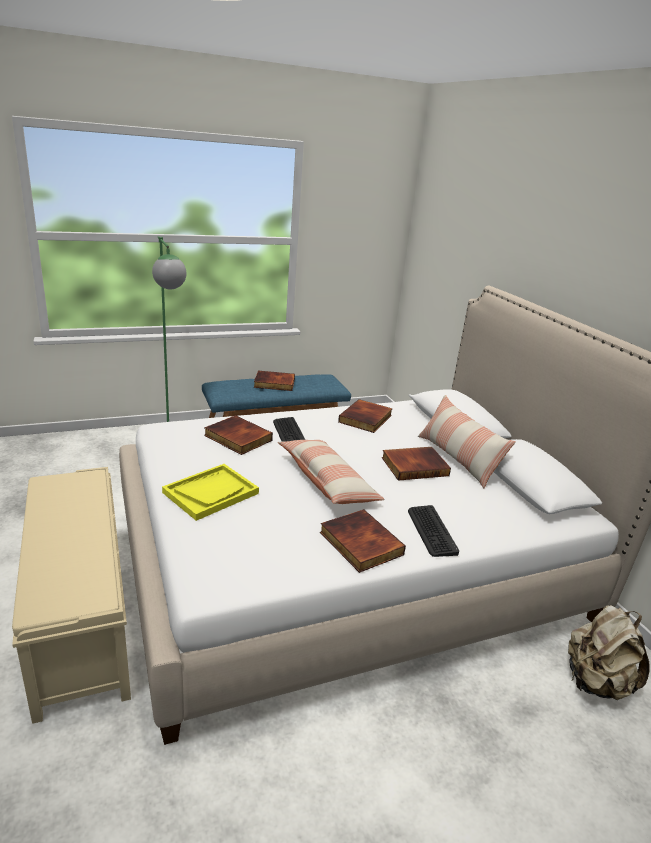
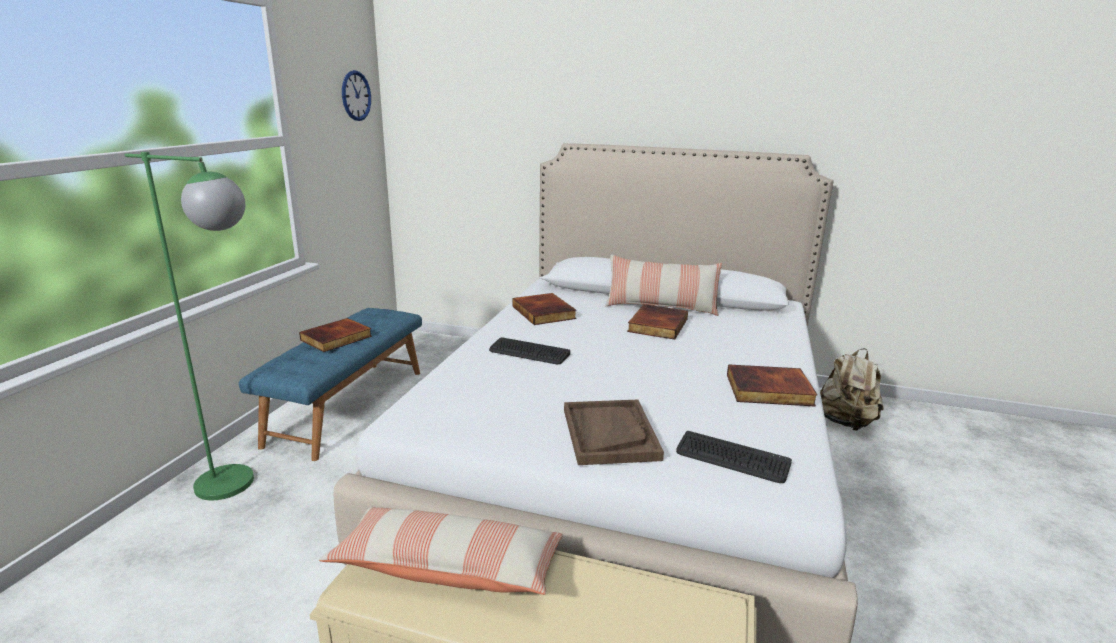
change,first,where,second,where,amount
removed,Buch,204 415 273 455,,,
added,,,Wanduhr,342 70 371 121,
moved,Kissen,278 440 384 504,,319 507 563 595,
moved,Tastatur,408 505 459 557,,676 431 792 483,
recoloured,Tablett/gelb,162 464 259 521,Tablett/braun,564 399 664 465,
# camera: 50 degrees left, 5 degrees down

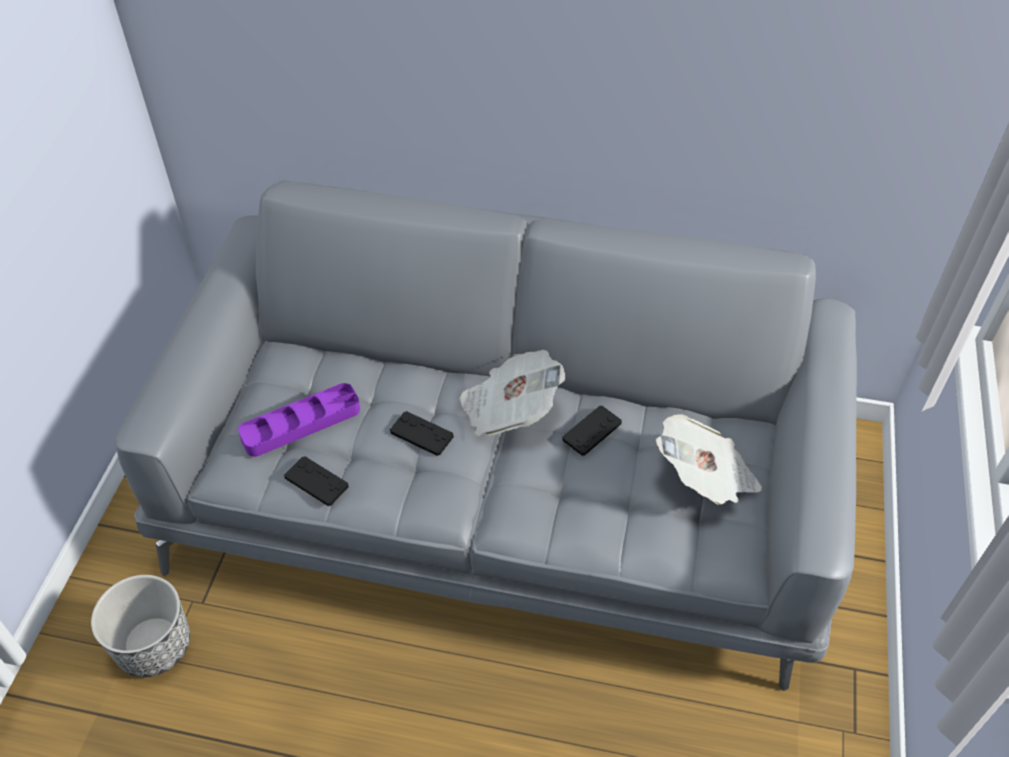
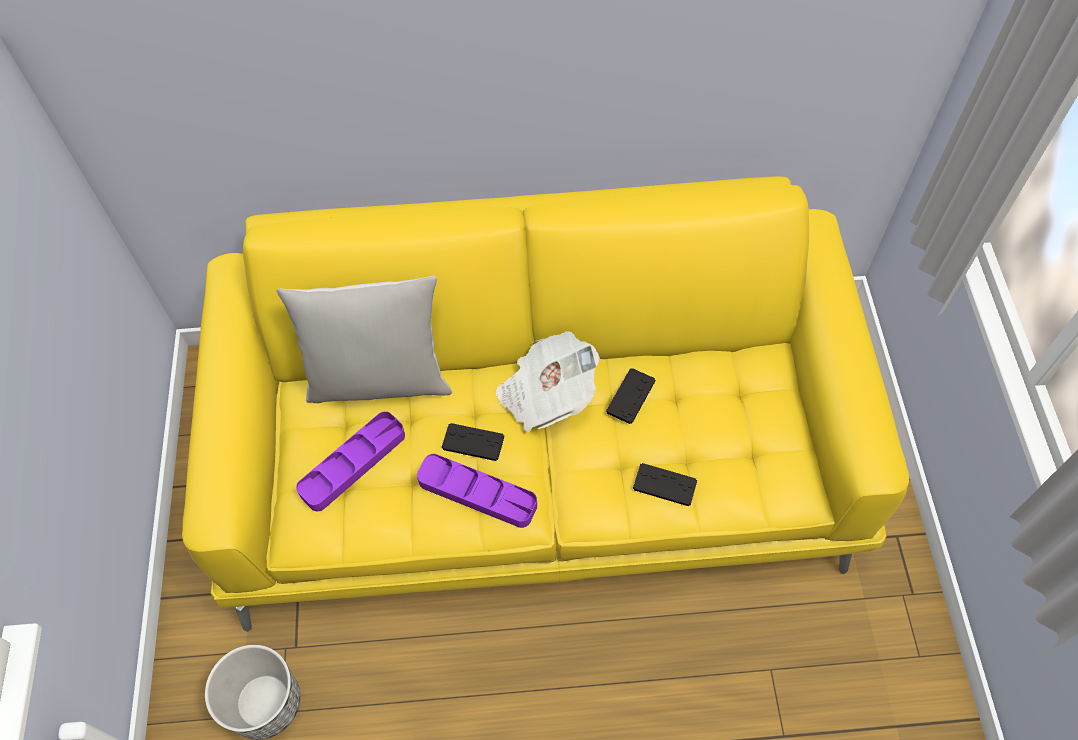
change,first,where,second,where,amount
removed,Zeitung,656 414 762 505,,,
added,,,Kissen/grau,276 276 452 403,
added,,,Tablett/lila,417 454 537 528,
moved,Gamepad/schwarz,284 456 349 506,,633 463 697 506,
recoloured,Sofa/grau,115 181 857 691,Sofa/gelb,182 176 909 632,
# camera: 15 degrees left, 10 degrees up

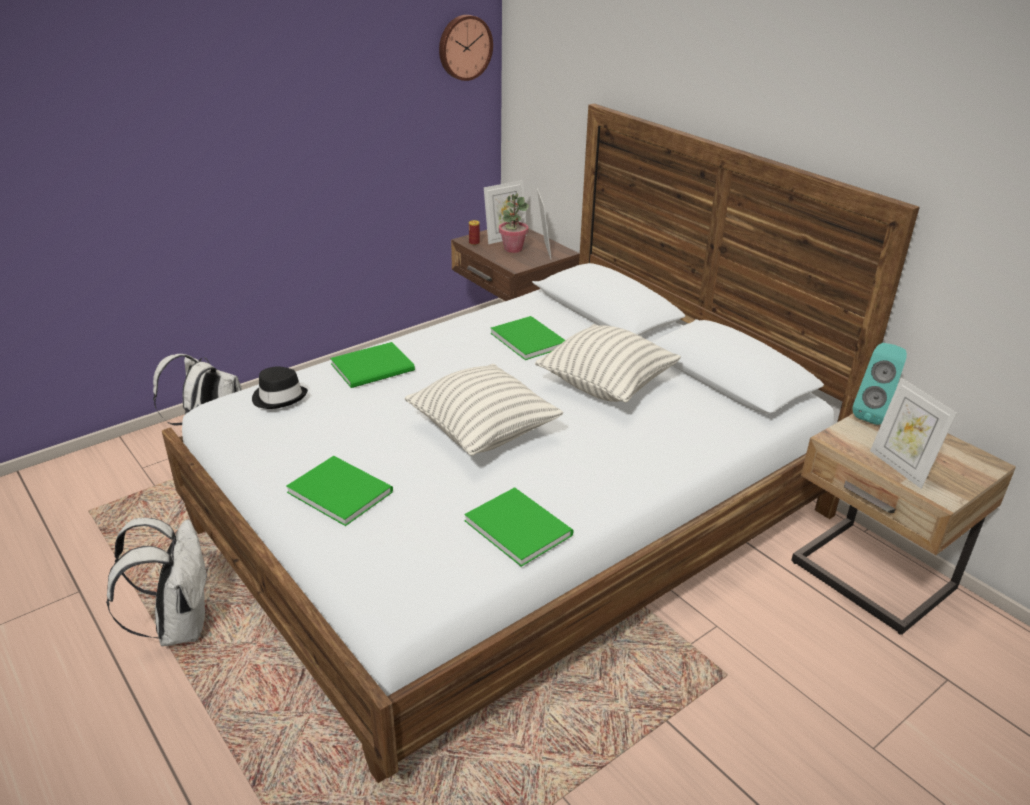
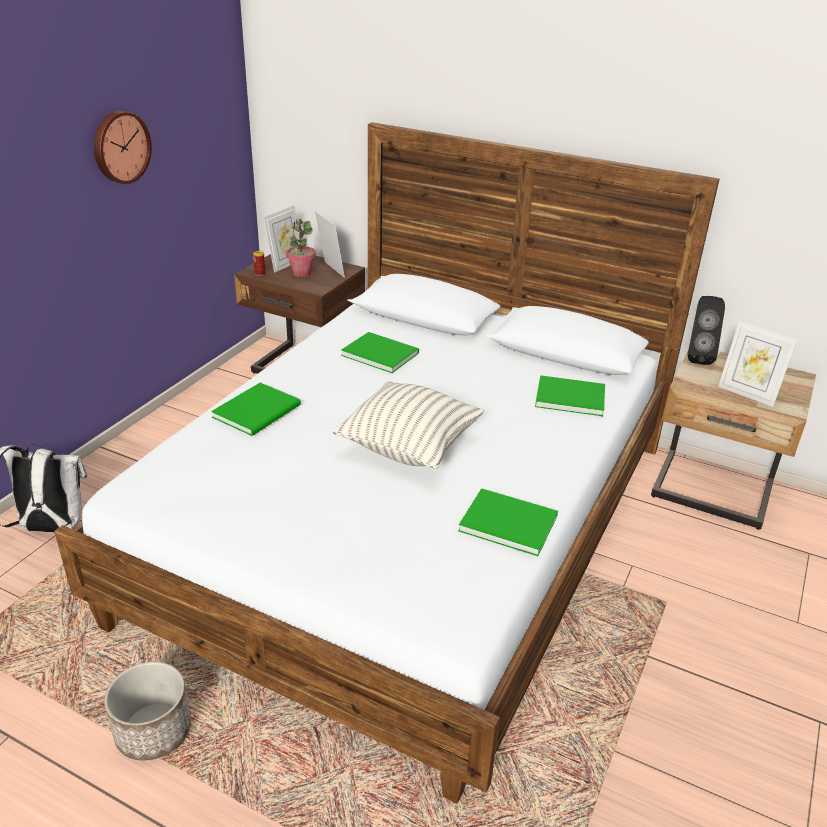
change,first,where,second,where,amount
removed,Hut/schwarz,252 366 308 409,,,
removed,Kissen,535 324 681 402,,,
moved,Buch/grün,286 456 393 526,,535 375 605 416,
moved,Wanduhr,439 15 493 81,,94 111 152 184,
replaced,Rucksack/weiß,106 518 209 646,Pflanzkübel,104 662 191 760,
recoloured,Lautsprecher/türkis,852 343 907 425,Lautsprecher/schwarz,688 296 725 365,
# camera: 25 degrees left, 0 degrees up

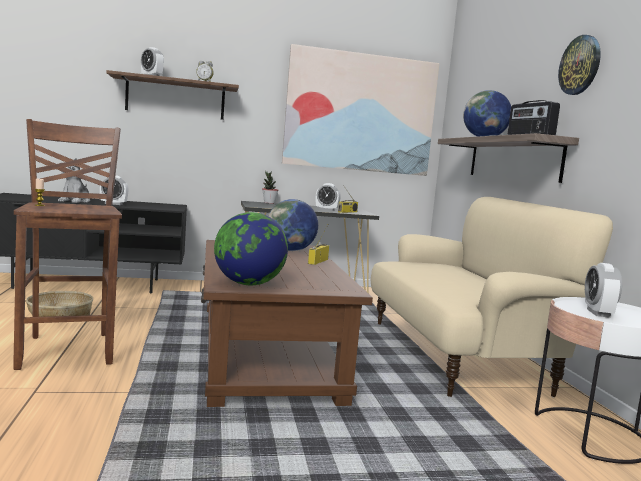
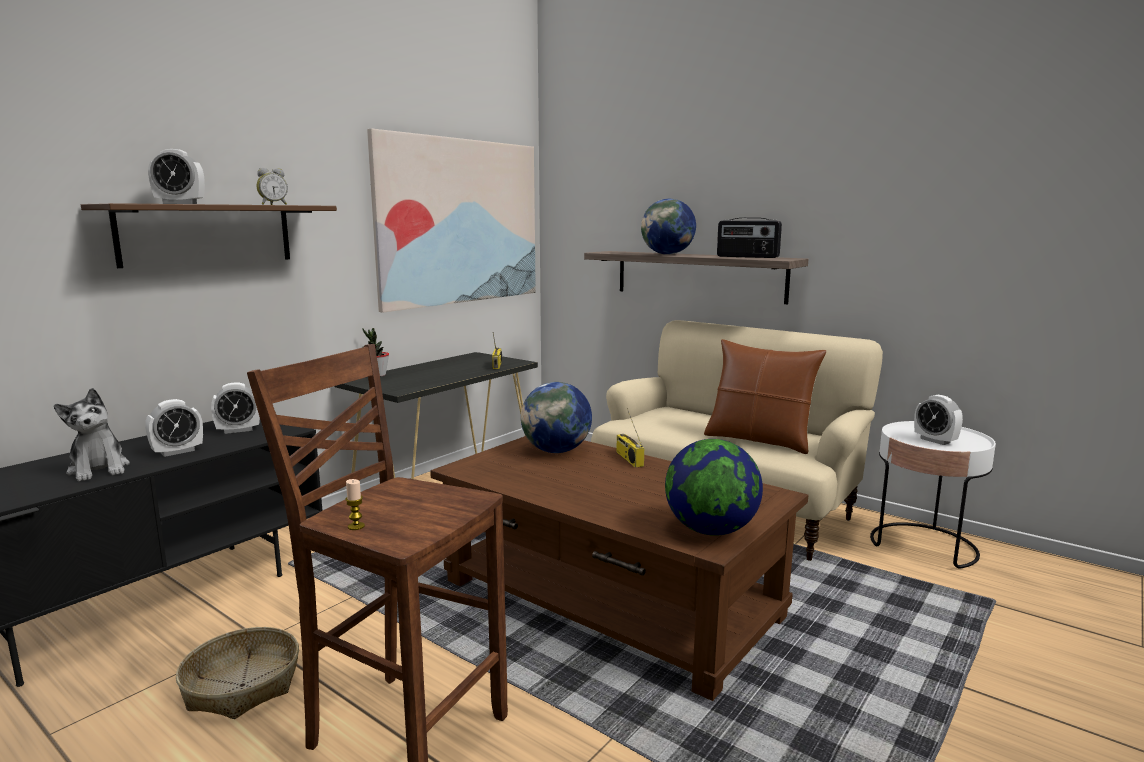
change,first,where,second,where,amount
removed,Wanduhr,558 35 601 95,,,
added,,,Kissen/braun,704 339 826 454,
moved,Wecker,316 183 341 211,,211 382 260 434,
# camera: 40 degrees left, 5 degrees up

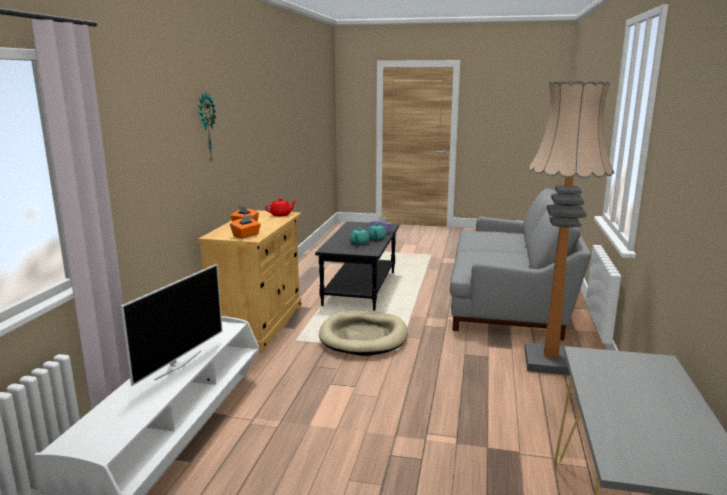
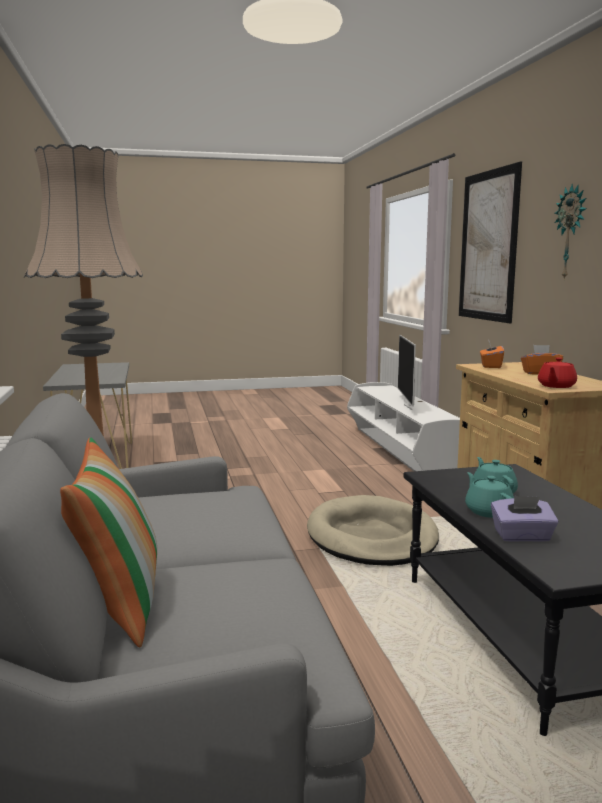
change,first,where,second,where,amount
added,,,Kissen,60 437 157 648,
added,,,Bild,459 161 522 324,
# camera: 155 degrees right, 5 degrees down

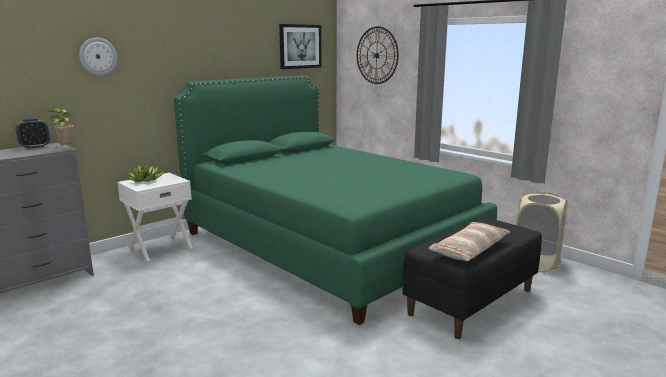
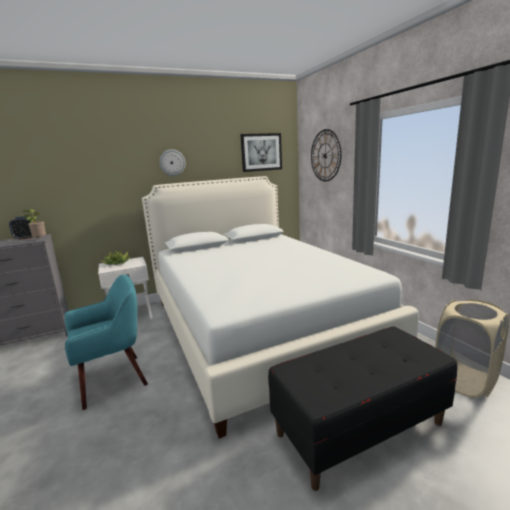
change,first,where,second,where,amount
removed,Kissen,429 222 510 261,,,
added,,,Sessel/türkis,64 275 148 410,
moved,Wanduhr,79 38 118 76,,159 149 186 176,
recoloured,Bett/grün,174 75 497 325,Bett/weiß,142 176 419 438,
# camera: 20 degrees right, 0 degrees up

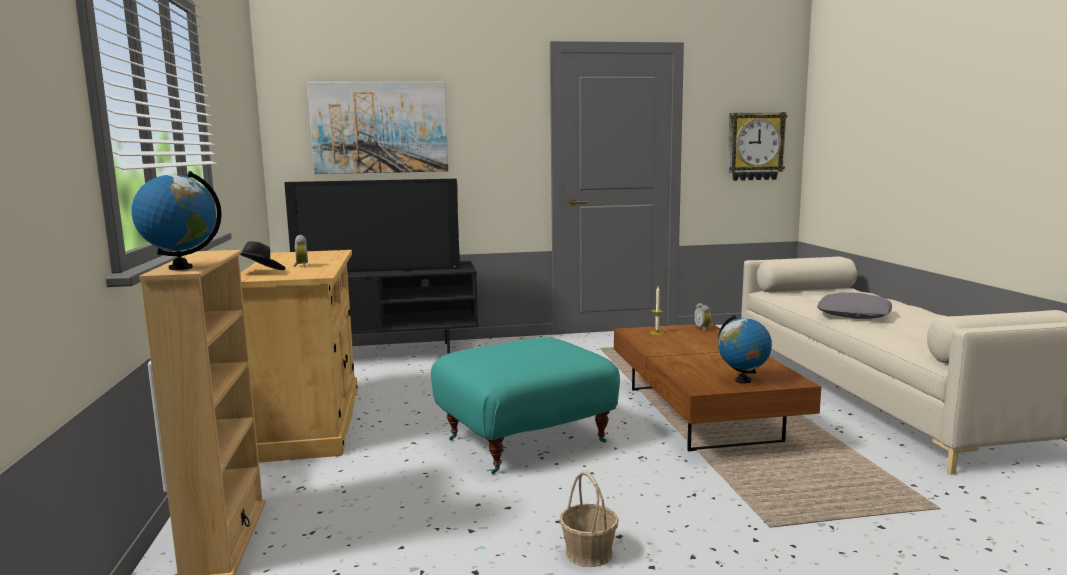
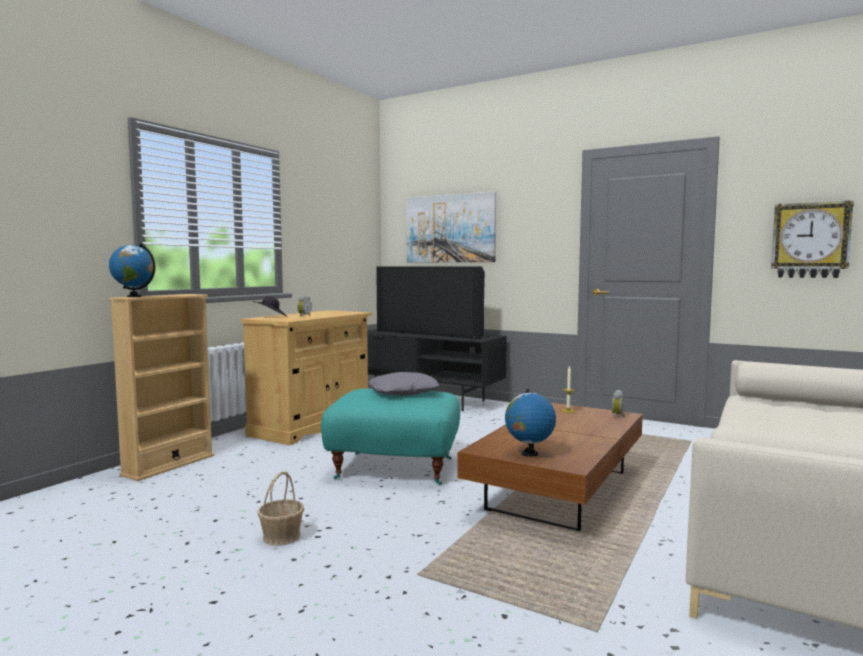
change,first,where,second,where,amount
moved,Kissen/grau,817 292 892 319,,369 372 439 396,
# camera: 40 degrees right, 5 degrees down

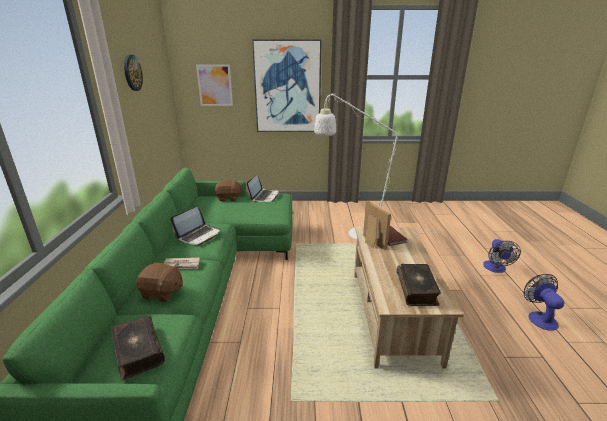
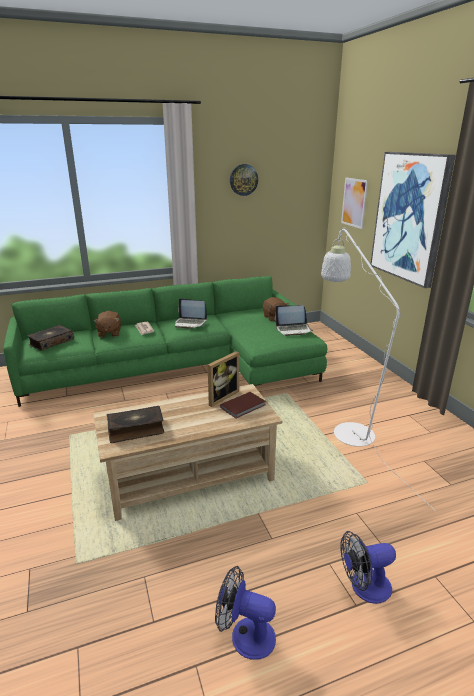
change,first,where,second,where,amount
turned,Ventilator,524 274 564 331,,215 566 276 660,135 degrees counterclockwise
# camera: 70 degrees right, 0 degrees up

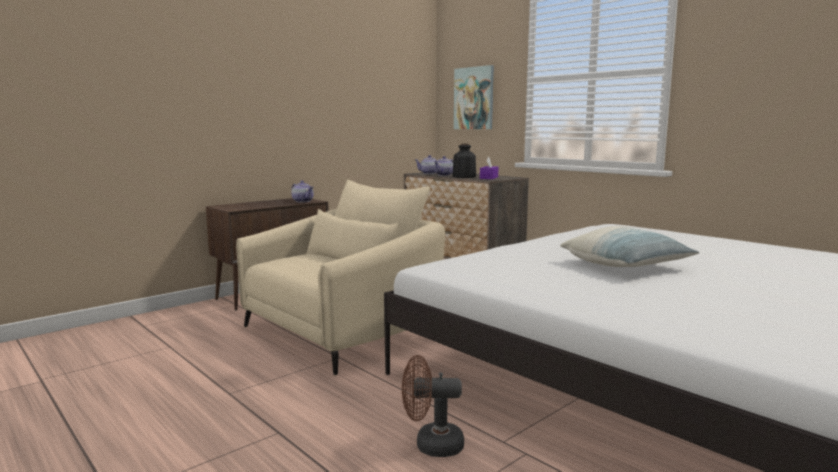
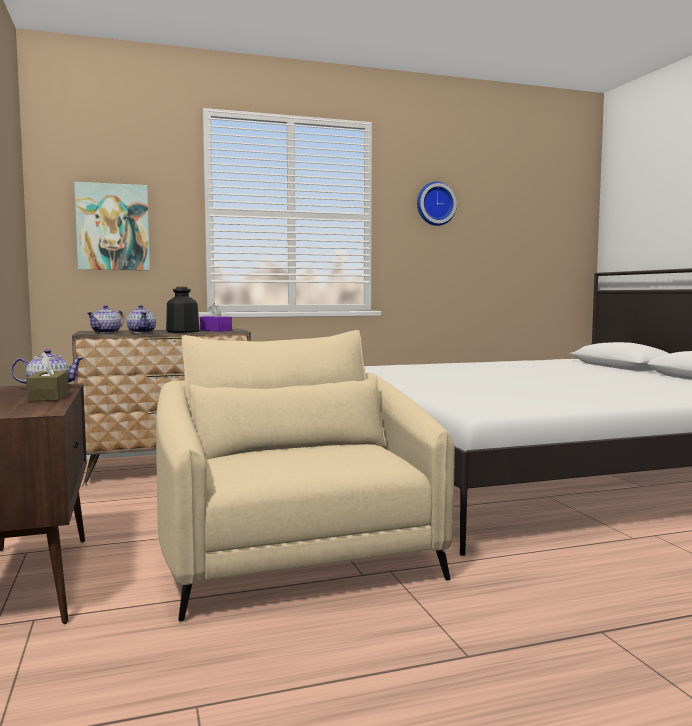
change,first,where,second,where,amount
removed,Ventilator/braun,402 355 464 457,,,
removed,Kissen,560 226 699 267,,,
added,,,Taschentuchbox/braun,26 352 68 402,
added,,,Wanduhr,417 182 457 226,
# camera: 65 degrees left, 5 degrees down

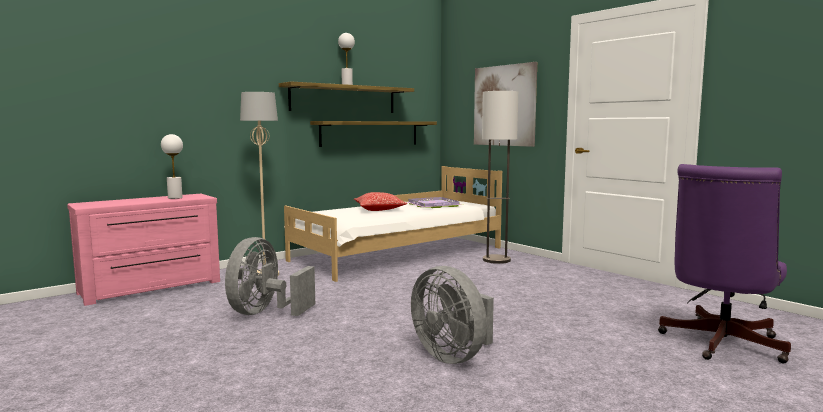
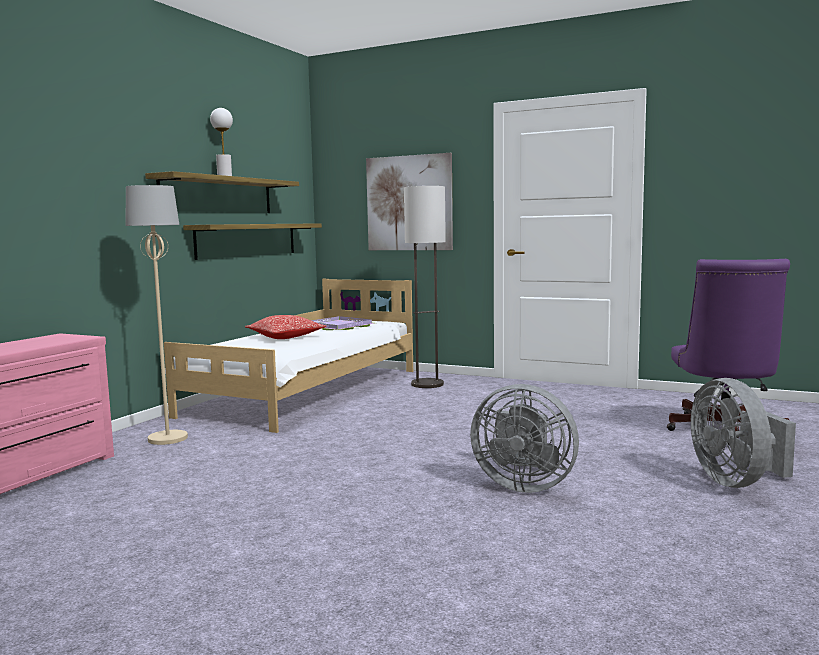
change,first,where,second,where,amount
removed,Tischlampe/weiß,161 134 183 199,,,
moved,Ventilator/grau,225 237 315 316,,691 378 796 488,
# camera: 25 degrees left, 0 degrees up

